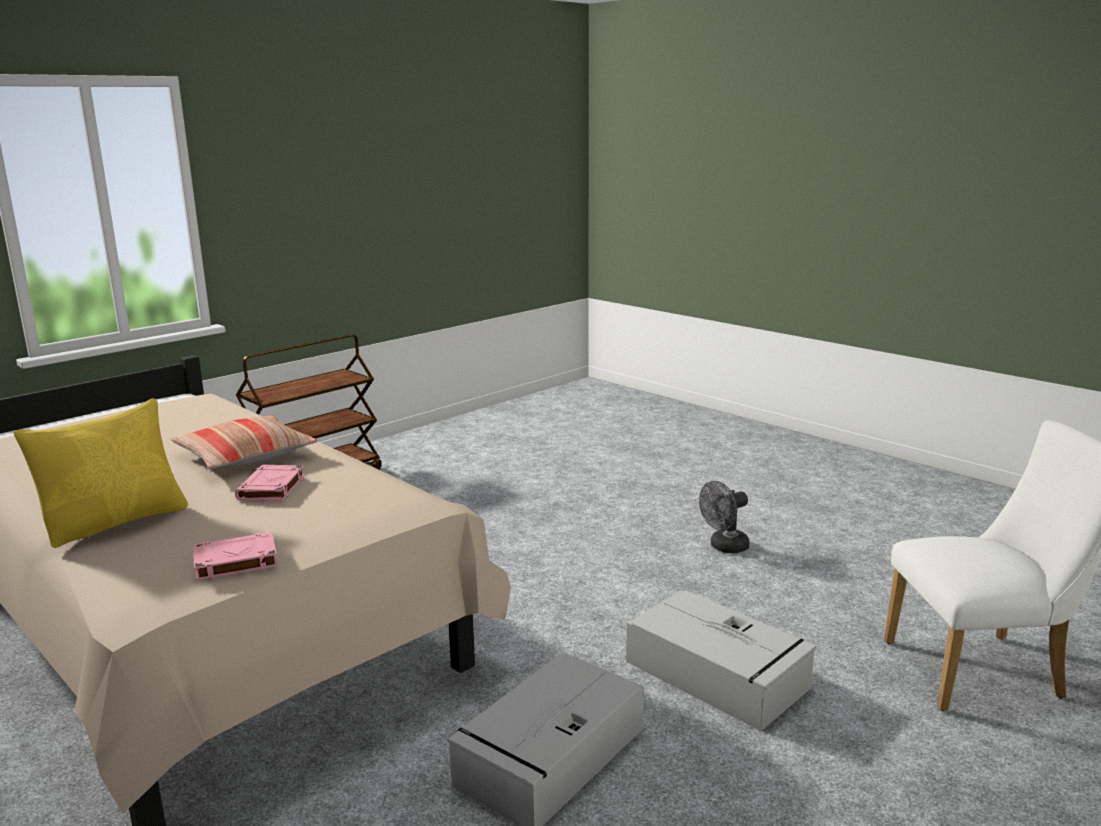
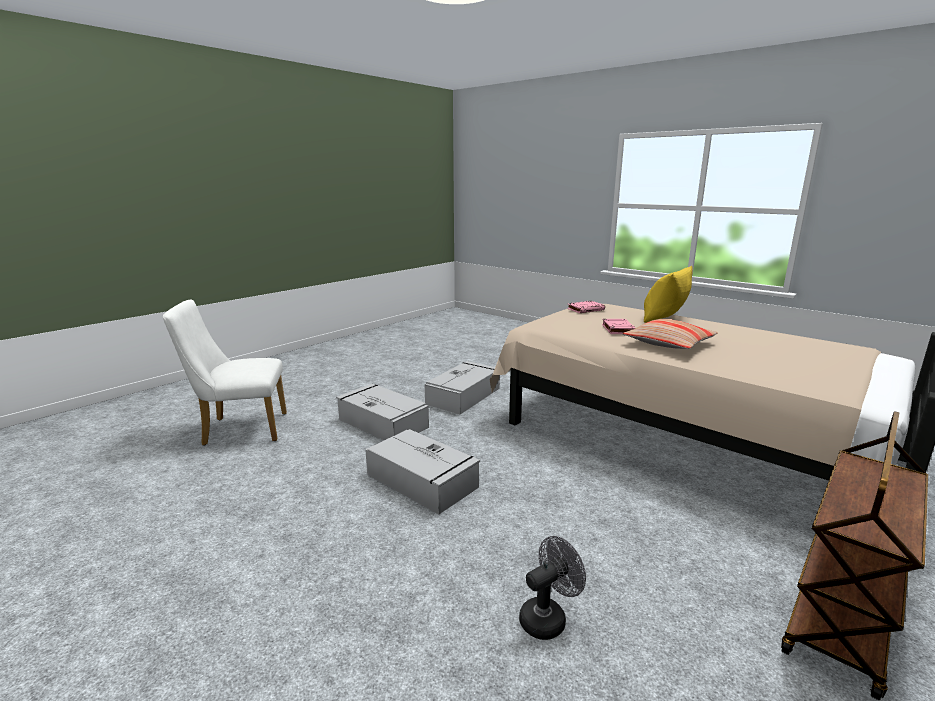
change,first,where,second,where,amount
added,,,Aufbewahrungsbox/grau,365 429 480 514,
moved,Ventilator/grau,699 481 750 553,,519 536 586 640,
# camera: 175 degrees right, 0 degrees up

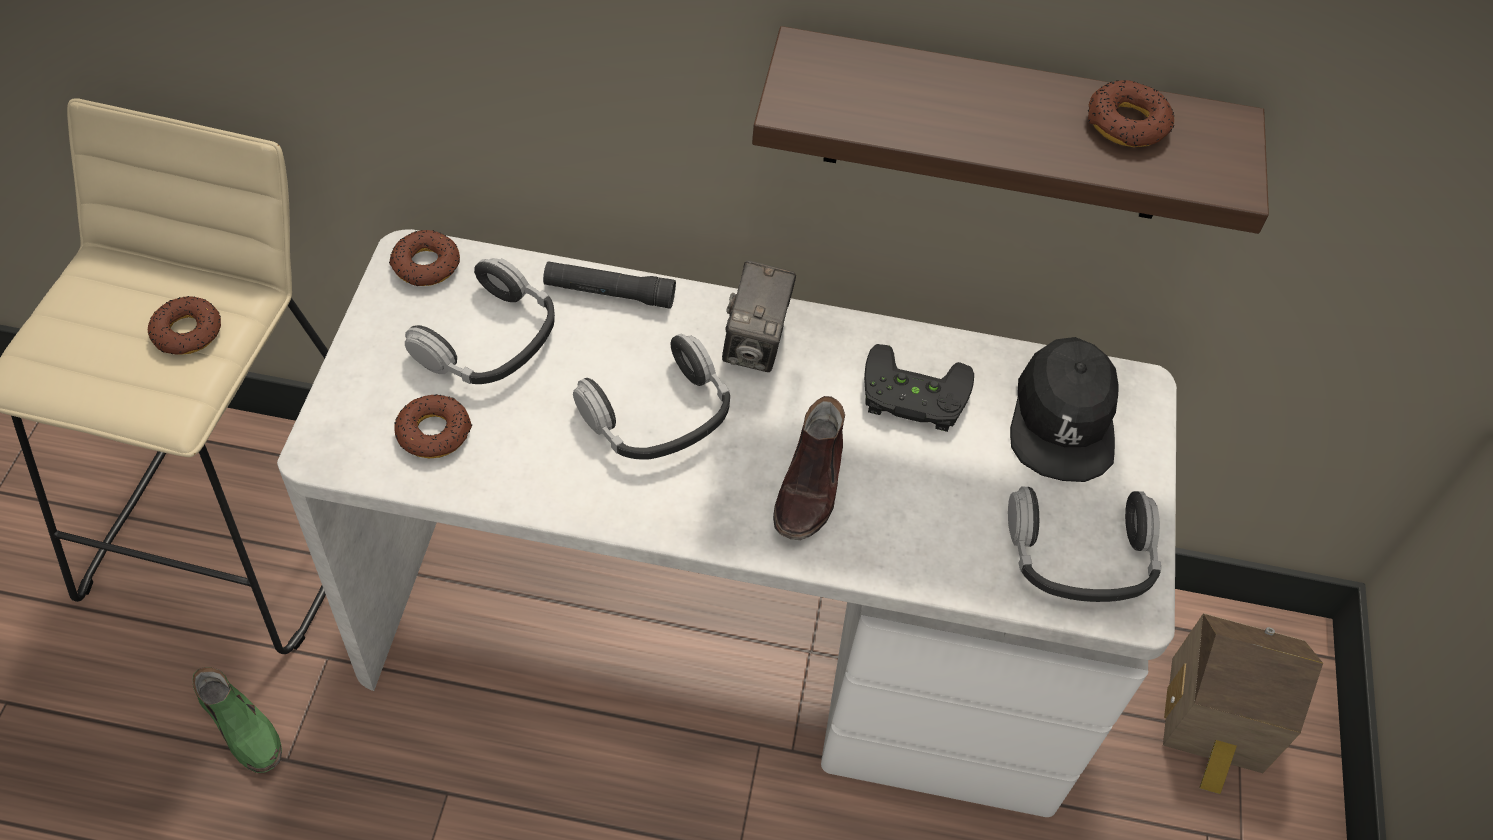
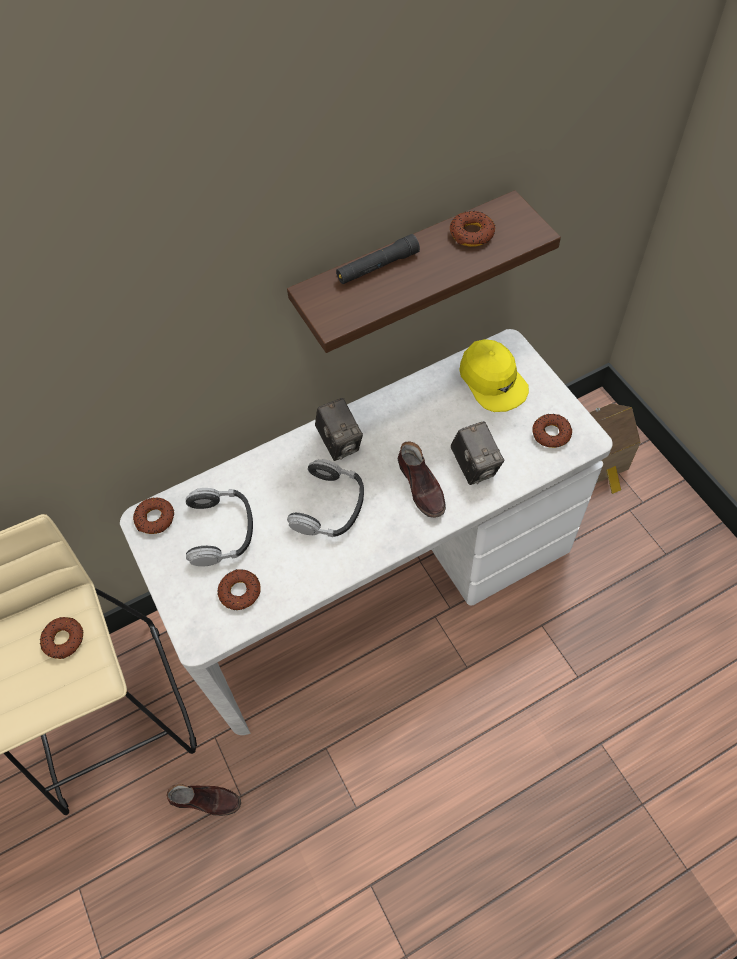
change,first,where,second,where,amount
removed,Gamepad/schwarz,864 344 974 432,,,
added,,,Kamera,450 421 504 485,
moved,Taschenlampe/schwarz,543 261 676 309,,336 234 420 284,
replaced,Kopfhörer,1008 487 1161 602,Donut,532 414 572 448,
recoloured,Schuh/grün,192 667 282 773,Schuh/braun,167 784 241 816,
recoloured,Kappe/schwarz,1010 337 1119 482,Kappe/gelb,459 339 529 412,
# camera: 30 degrees left, 5 degrees up

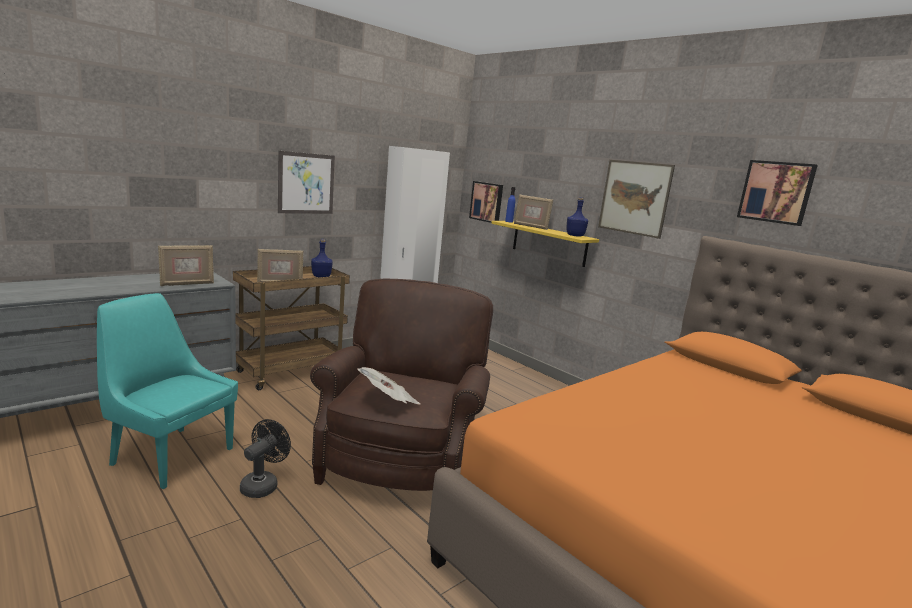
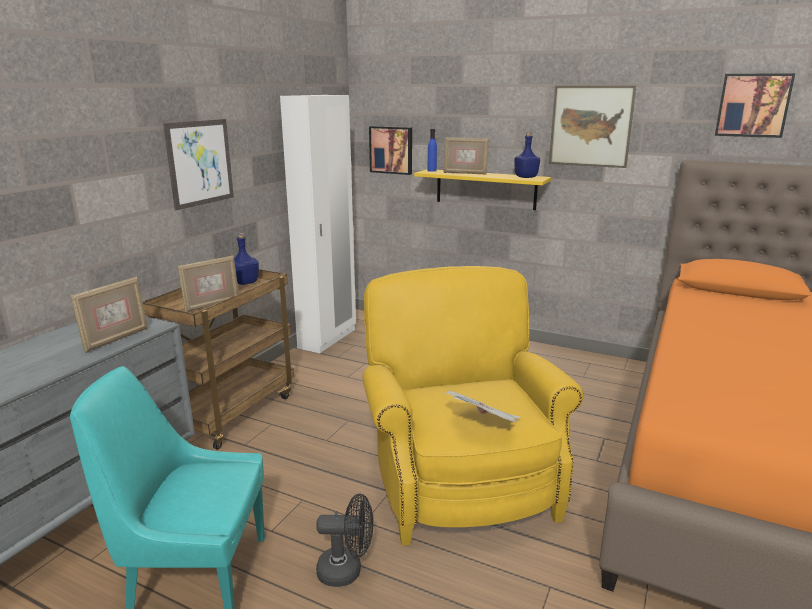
change,first,where,second,where,amount
recoloured,Sessel/braun,310 278 493 491,Sessel/gelb,362 266 583 546,
turned,Ventilator/schwarz,240 419 291 498,,316 494 373 587,90 degrees clockwise
# camera: 20 degrees left, 5 degrees up

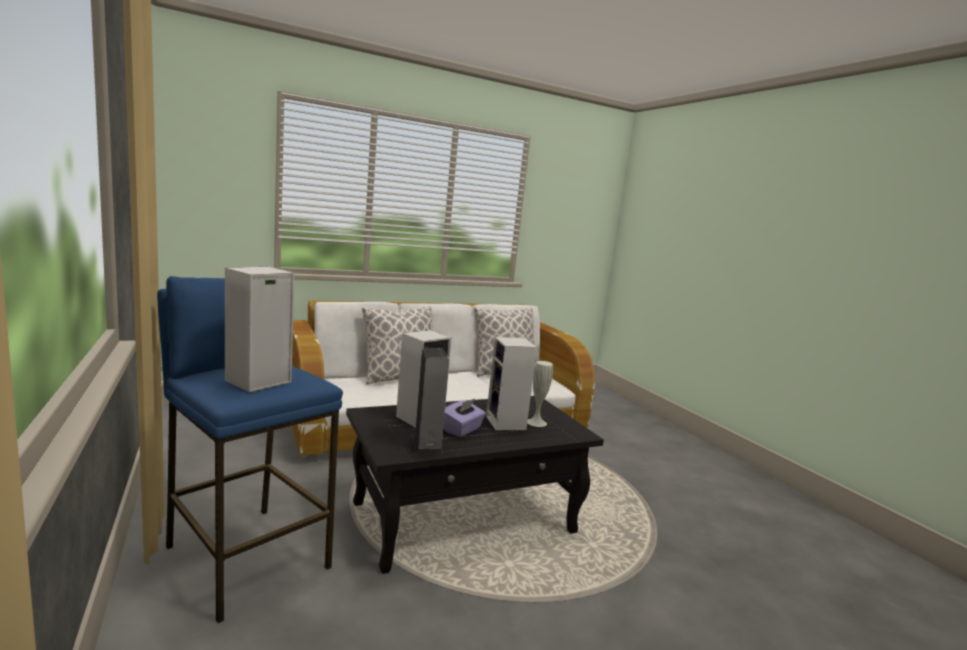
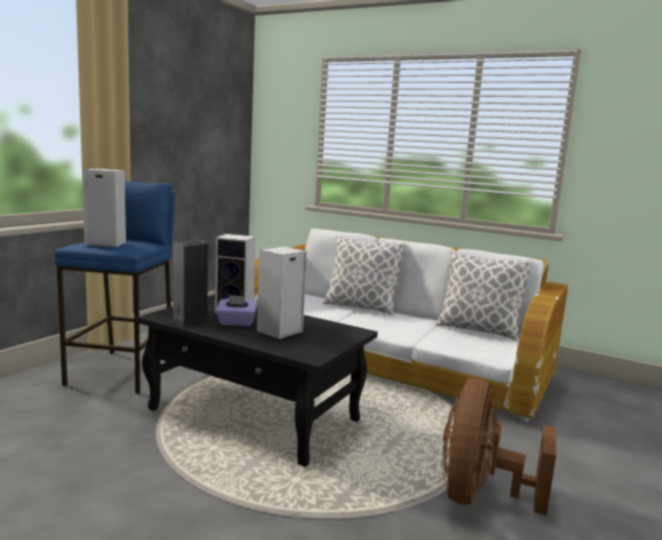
change,first,where,second,where,amount
removed,Vase/weiß,527 361 553 427,,,
added,,,Ventilator/braun,442 378 556 516,
# camera: 55 degrees right, 0 degrees up

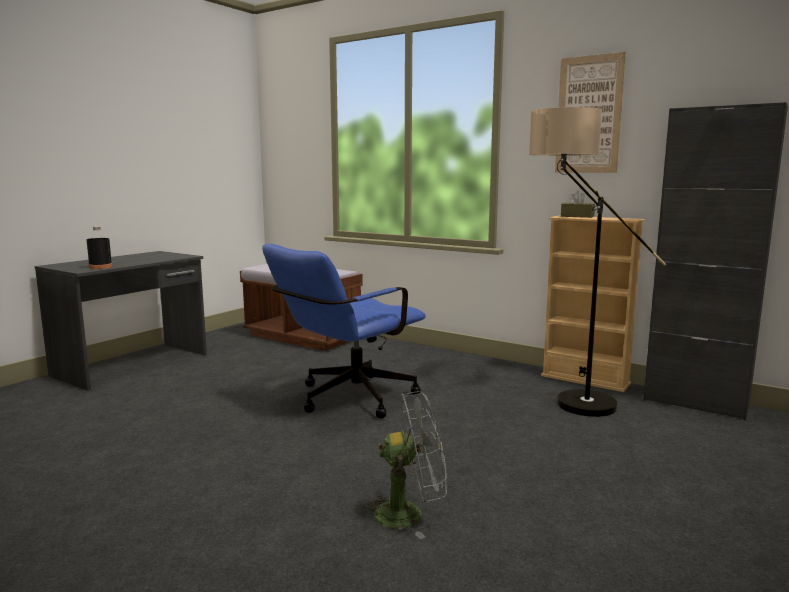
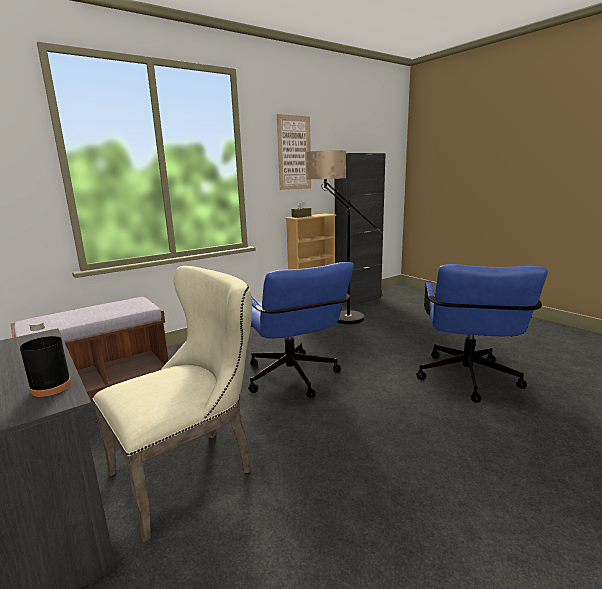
change,first,where,second,where,amount
added,,,Stuhl/beige,92 266 252 542,
replaced,Ventilator/grau,359 391 447 539,Bürostuhl/blau,416 264 548 403,
# camera: 70 degrees left, 5 degrees up

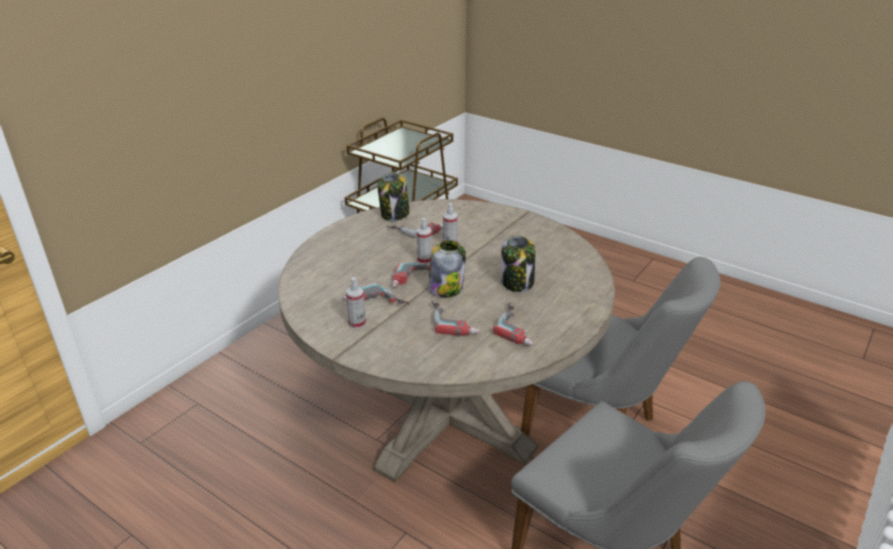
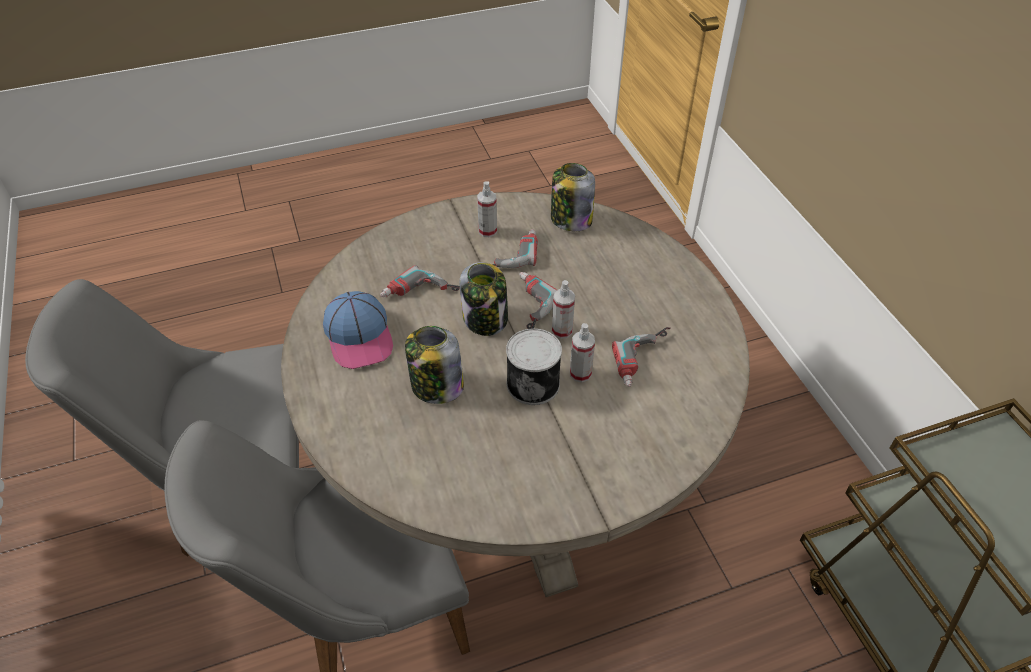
change,first,where,second,where,amount
added,,,Dose,506 328 562 405,
moved,Vorratsglas,377 172 410 221,,551 163 595 231,
replaced,Bohrmaschine,493 303 533 346,Kappe,323 291 393 369,
# camera: 125 degrees right, 15 degrees up

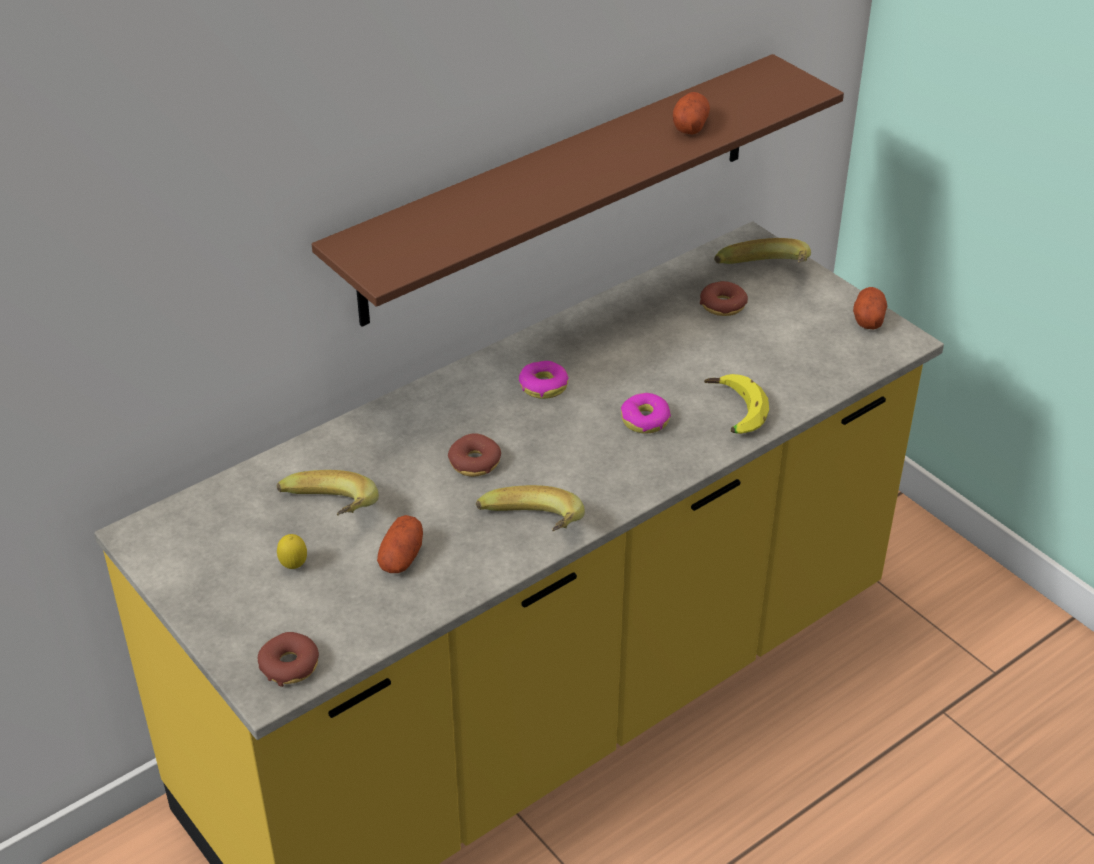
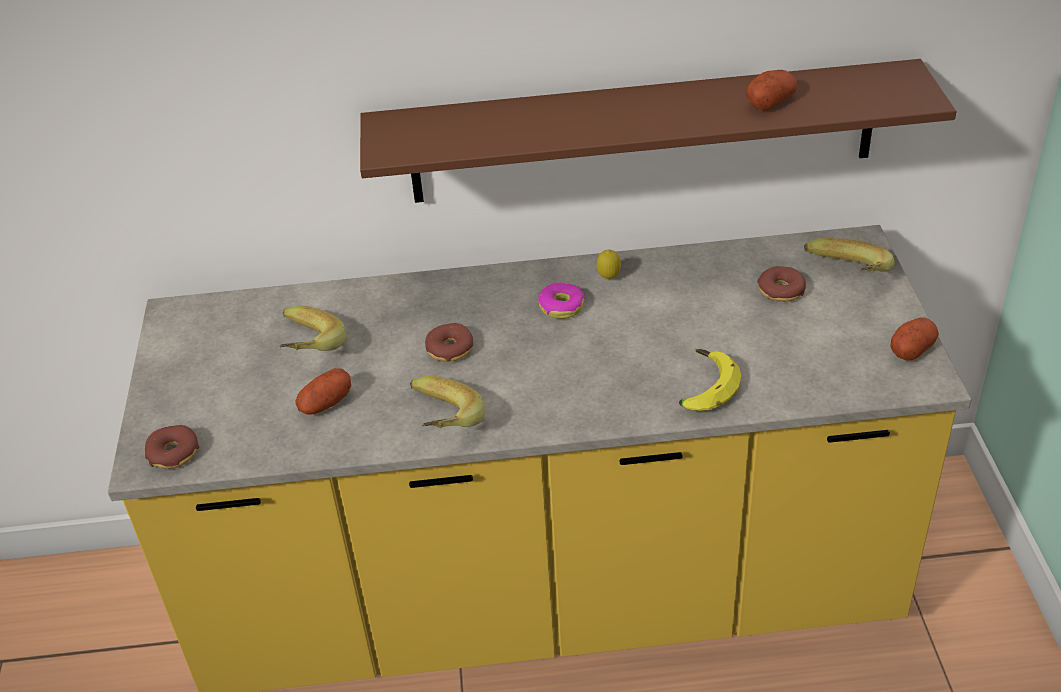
change,first,where,second,where,amount
removed,Donut,621 393 671 433,,,
moved,Zitrone,277 534 307 569,,597 250 621 279,
# camera: 35 degrees right, 0 degrees up

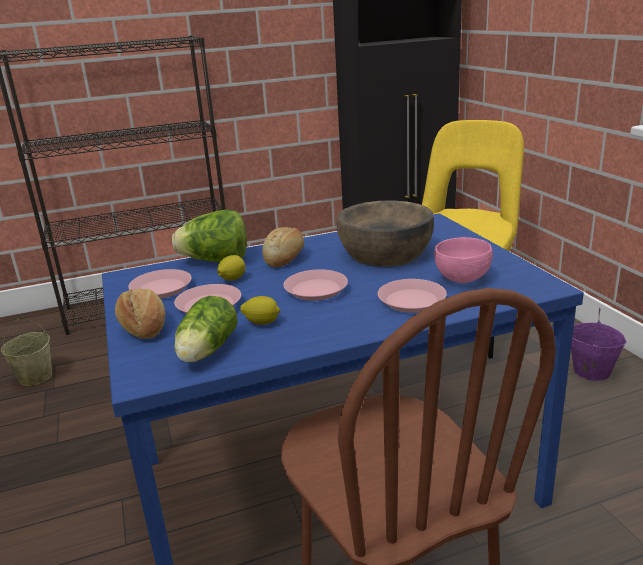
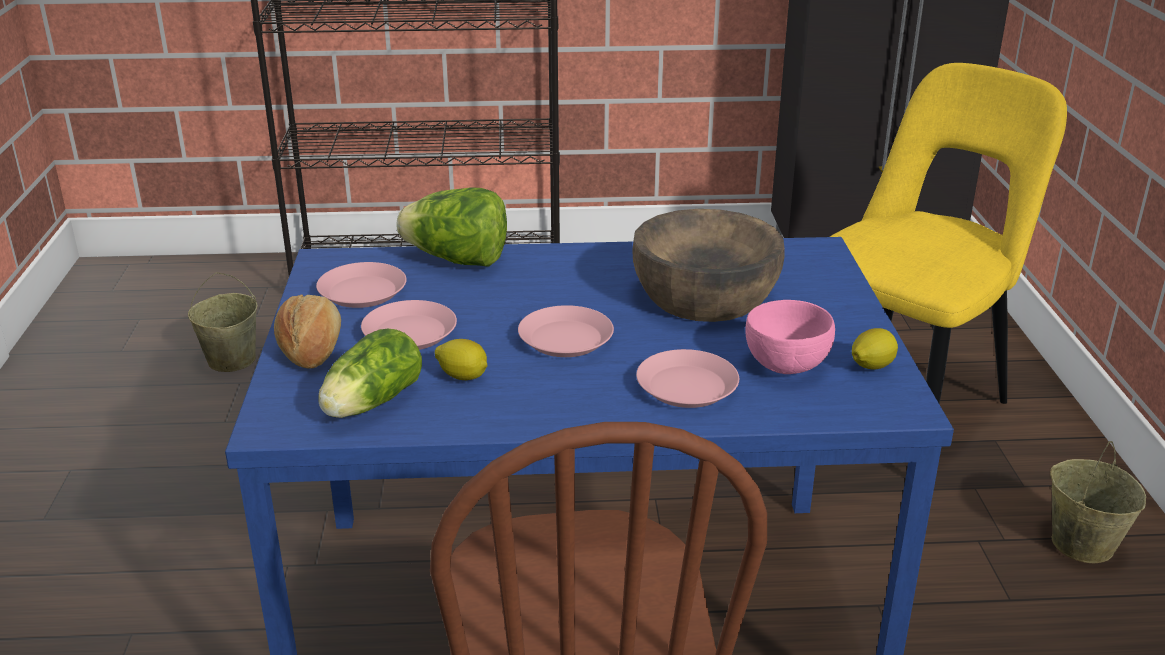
change,first,where,second,where,amount
removed,Brot,262 227 304 268,,,
moved,Zitrone,217 255 246 280,,852 328 898 370,
recoloured,Eimer/lila,571 308 626 381,Eimer/beige,1050 441 1146 563,
# camera: 15 degrees right, 5 degrees up

